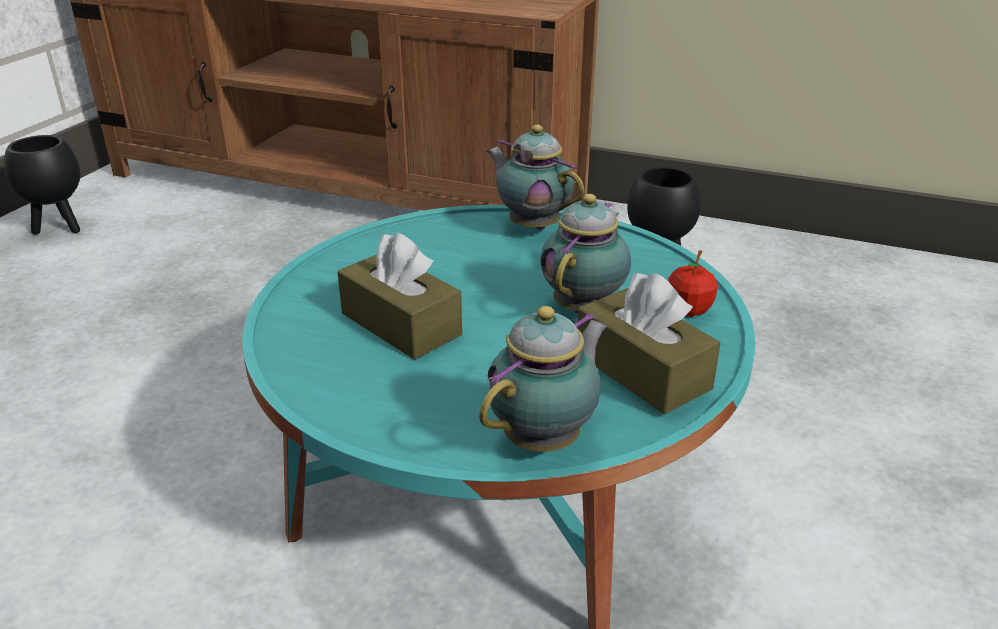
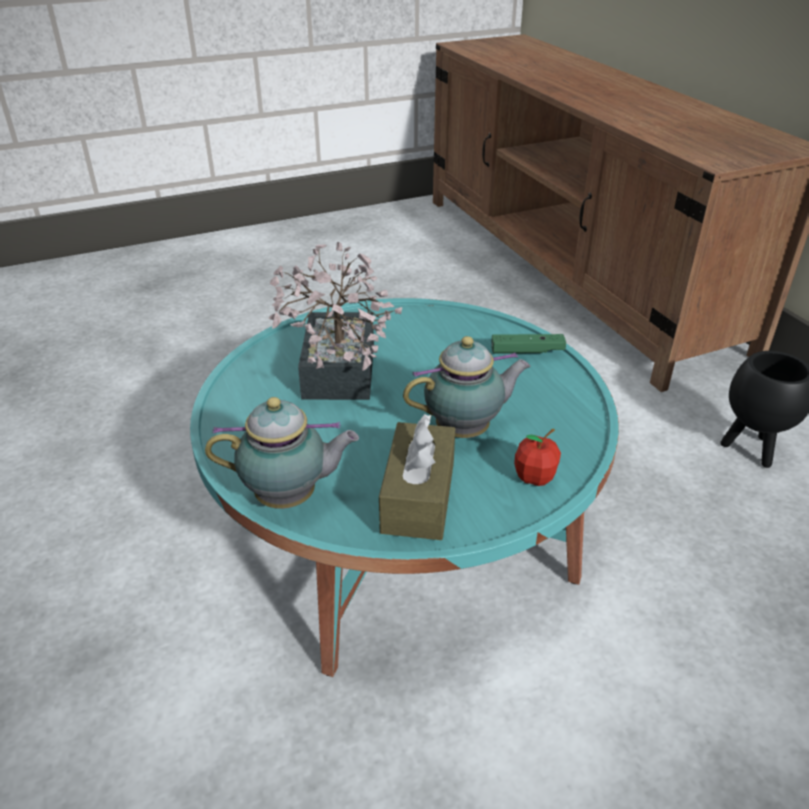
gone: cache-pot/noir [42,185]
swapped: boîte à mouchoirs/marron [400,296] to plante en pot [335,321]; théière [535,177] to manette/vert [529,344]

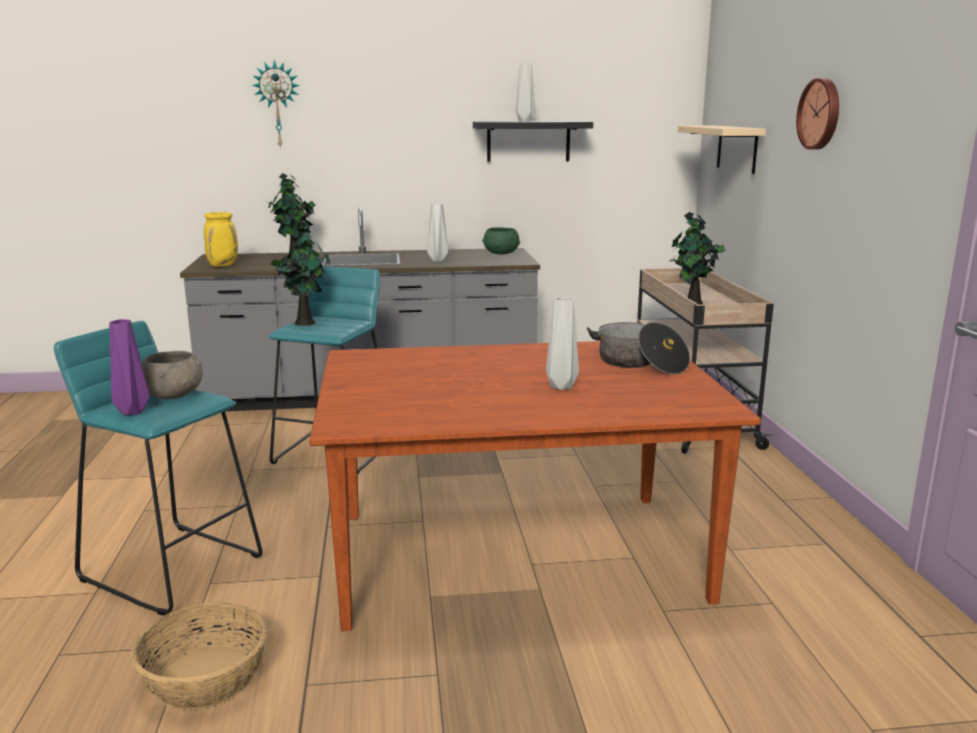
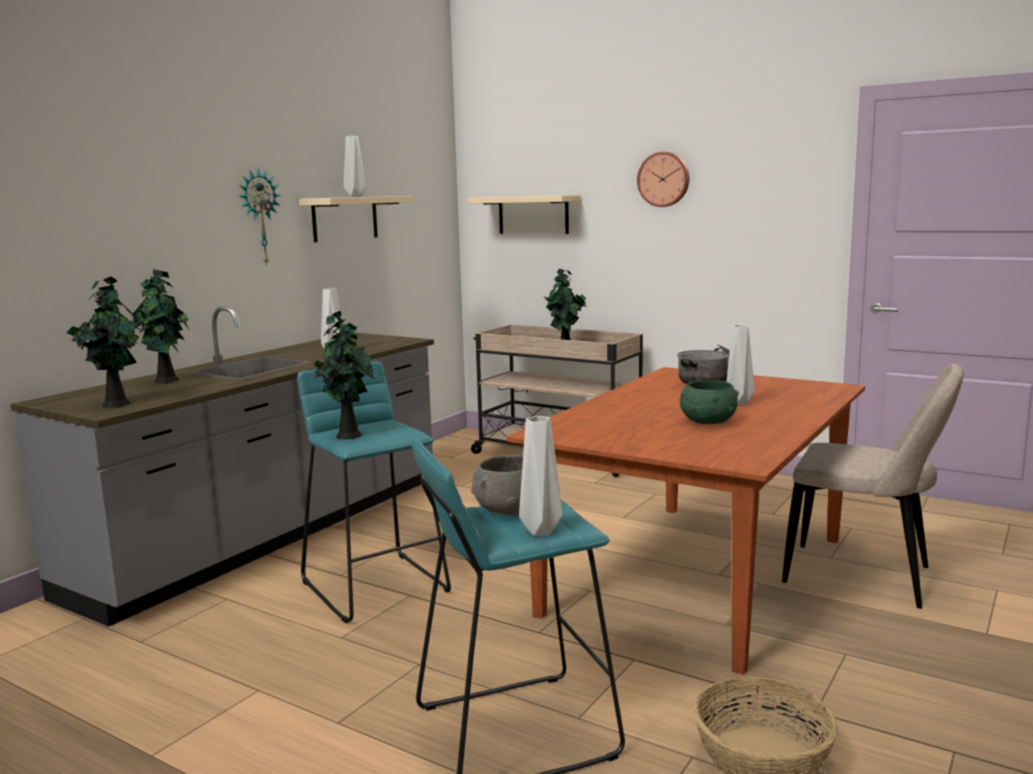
new: chaise/beige [873,486]
shifted: horloge murale [276,104] to [260,217]; bol/vert [501,240] to [709,402]
swapped: vase/jaune [221,239] to plante en pot [105,342]
repainted: étagère/noir [533,141] to étagère/beige [357,219]; vase/violet [129,367] to vase/gris [540,476]

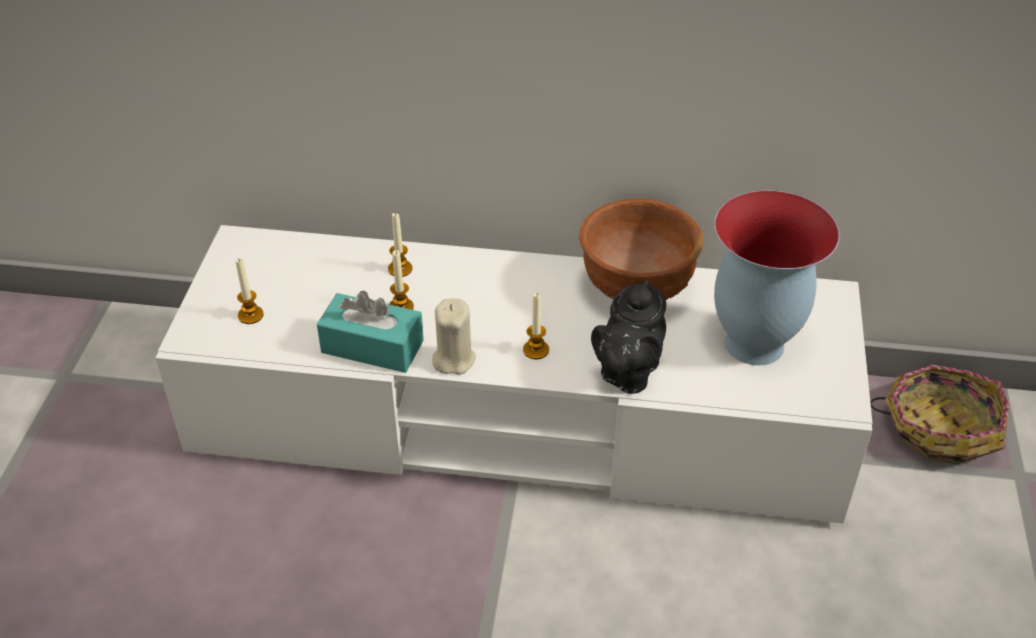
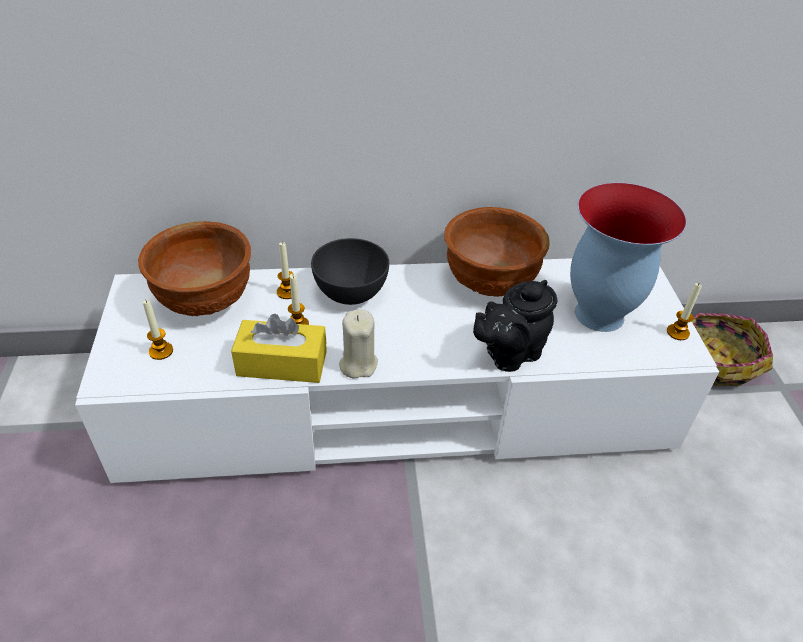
new: bol/marron [194,268]; bol/gris [350,271]
shifted: bougie [536,326] to [684,311]
repainted: boîte à mouchoirs/turquoise [370,332] to boîte à mouchoirs/jaune [279,348]
rotated: théière/noir [628,337] = [515,326] 45 degrees clockwise

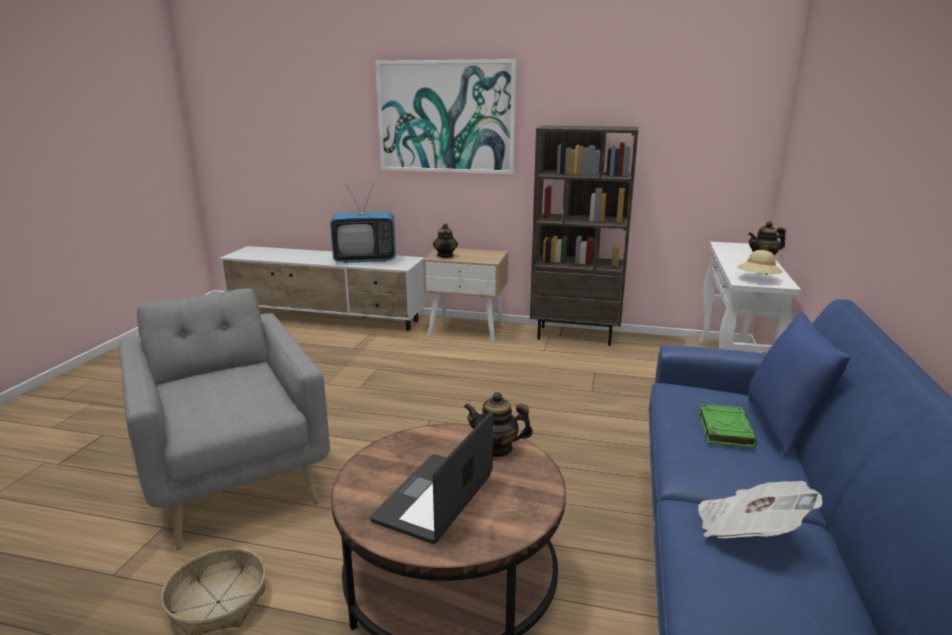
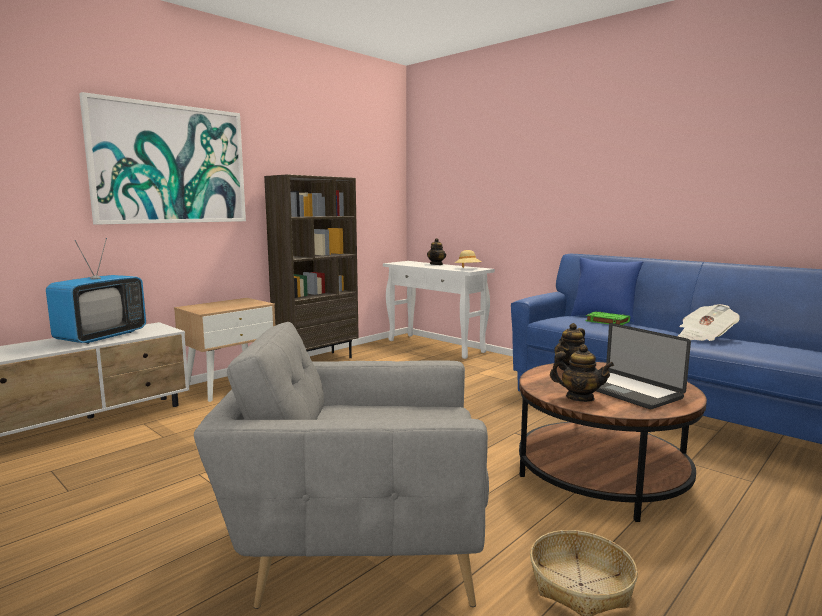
shifted: théière [445,240] to [582,373]

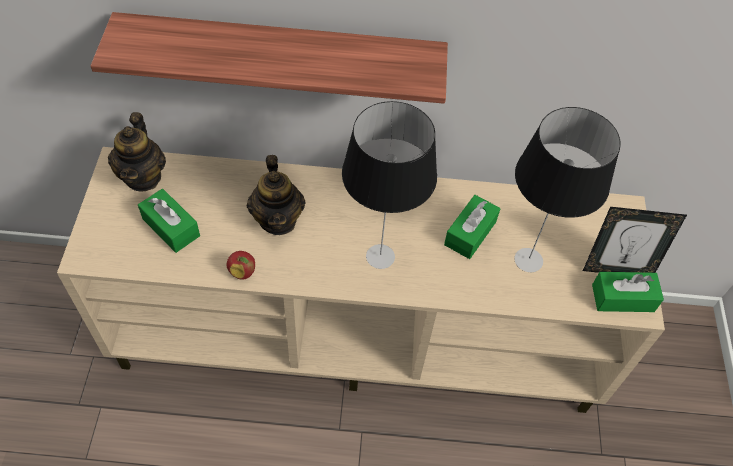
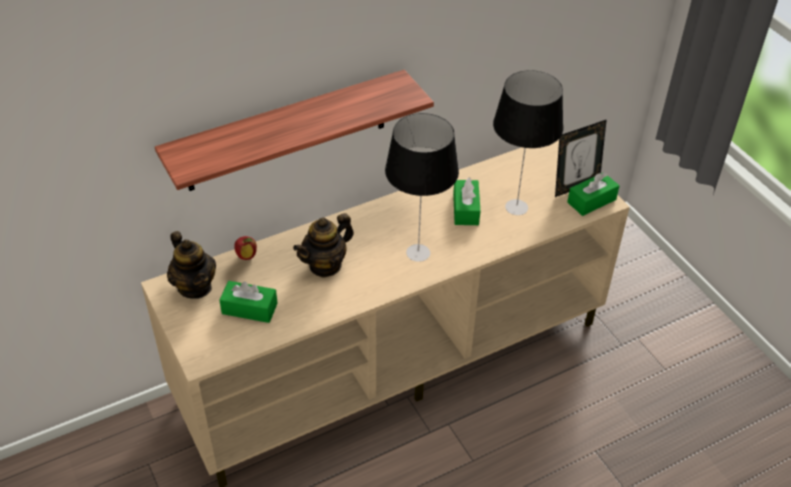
shifted: pomme [241,265] to [245,248]
rotated: théière [276,195] = [323,245] 90 degrees clockwise

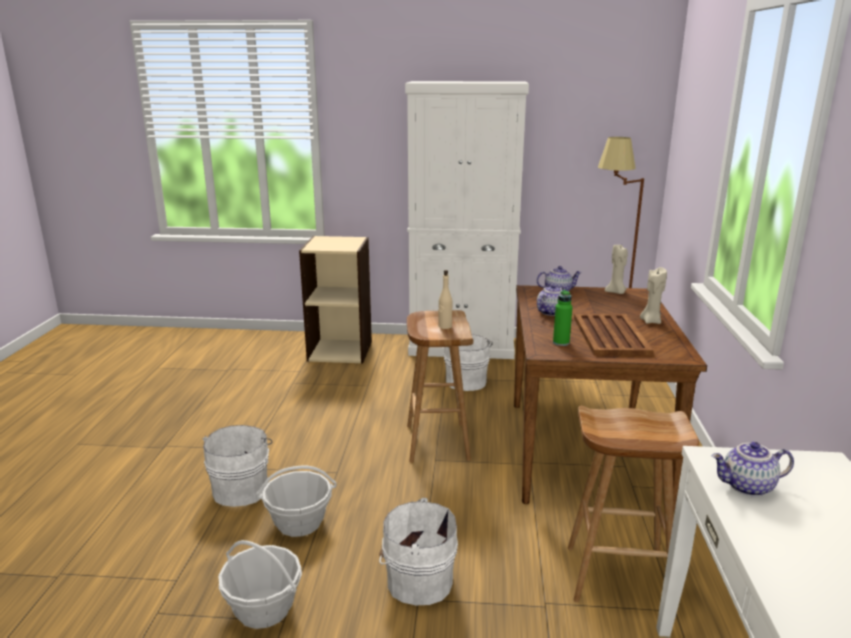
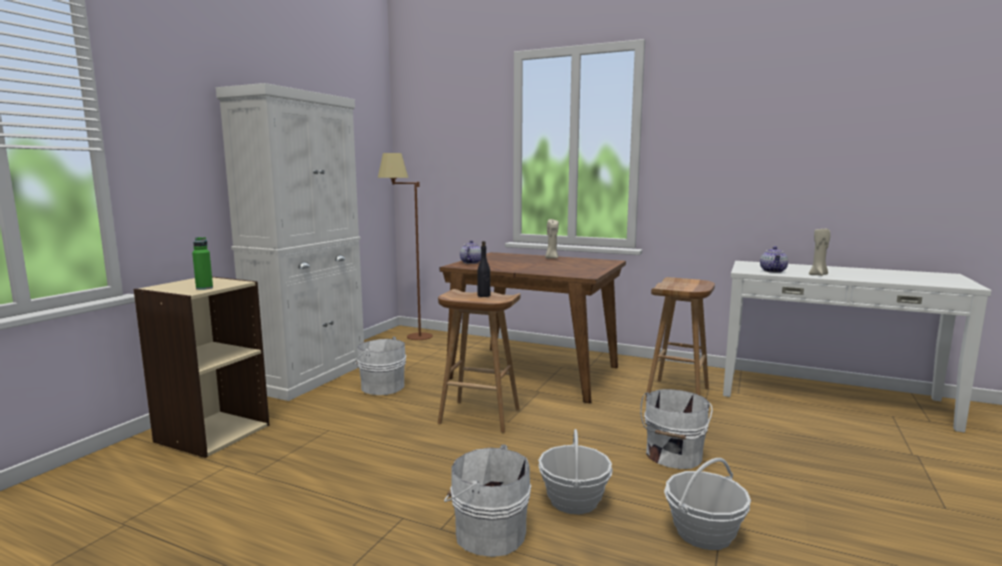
gone: théière [551,300]; plateau/marron [614,335]
shifted: bouteille/vert [562,318] to [202,263]; bougie/beige [616,269] to [820,252]
repainted: bouteille/beige [445,299] to bouteille/noir [483,269]

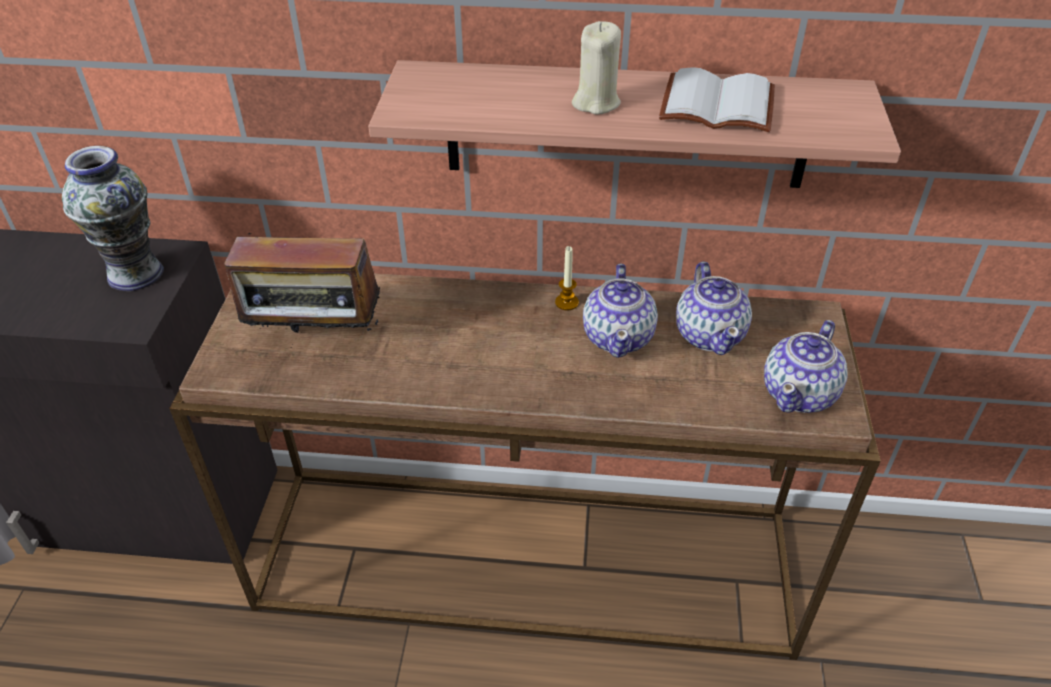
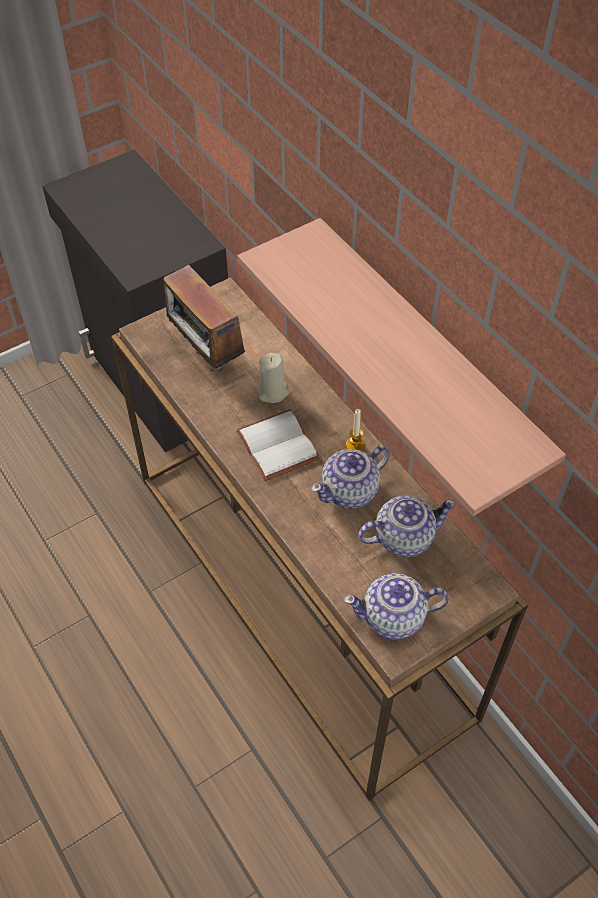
gone: vase [113,218]
shifted: livre/blanc [717,99] to [278,445]; bougie/beige [596,68] to [273,378]
rotated: théière [714,308] = [407,526] 150 degrees counterclockwise

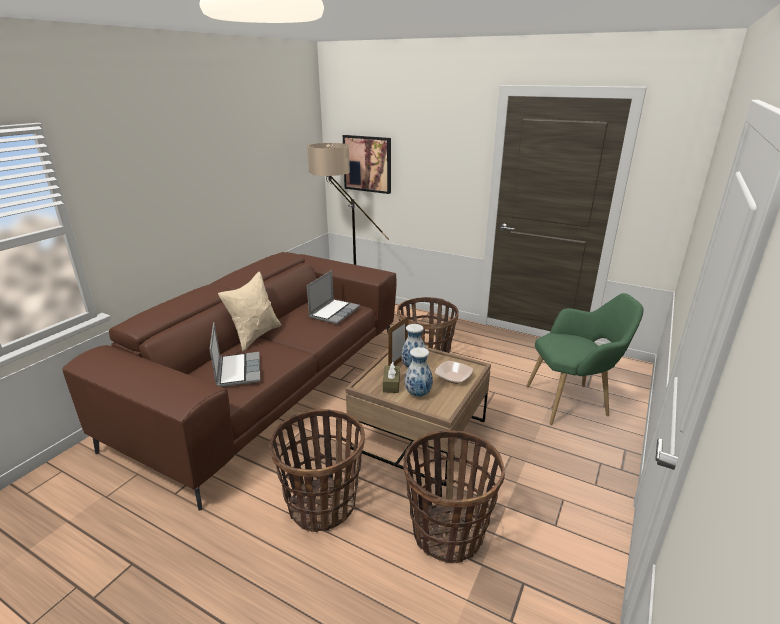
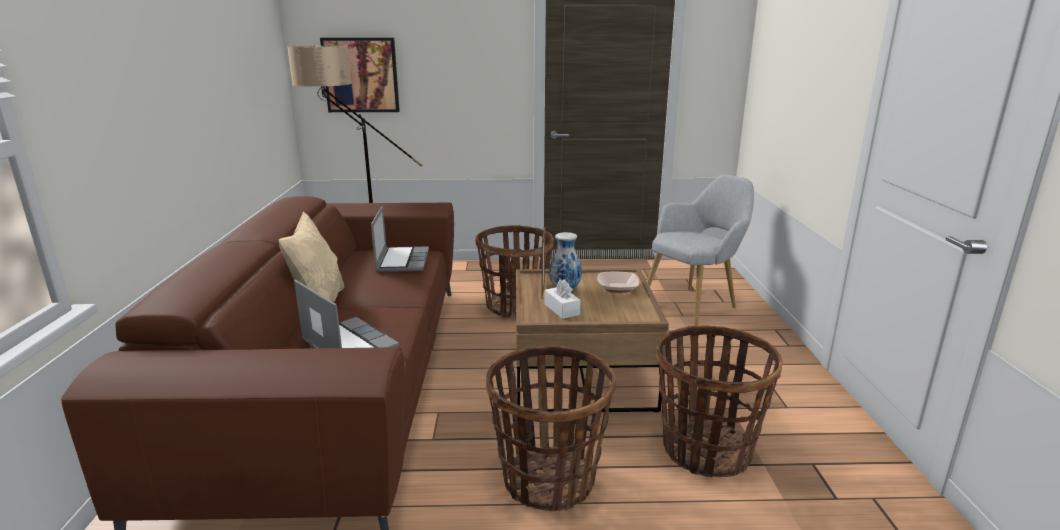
gone: vase [419,372]
repainted: boîte à mouchoirs/marron [391,377] to boîte à mouchoirs/blanc [562,299]; fauteuil/vert [585,359] to fauteuil/gris [700,250]

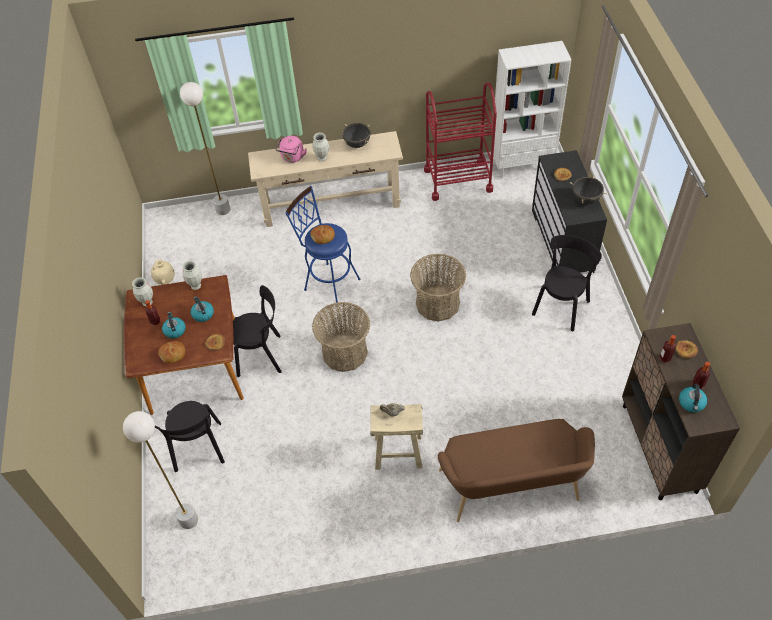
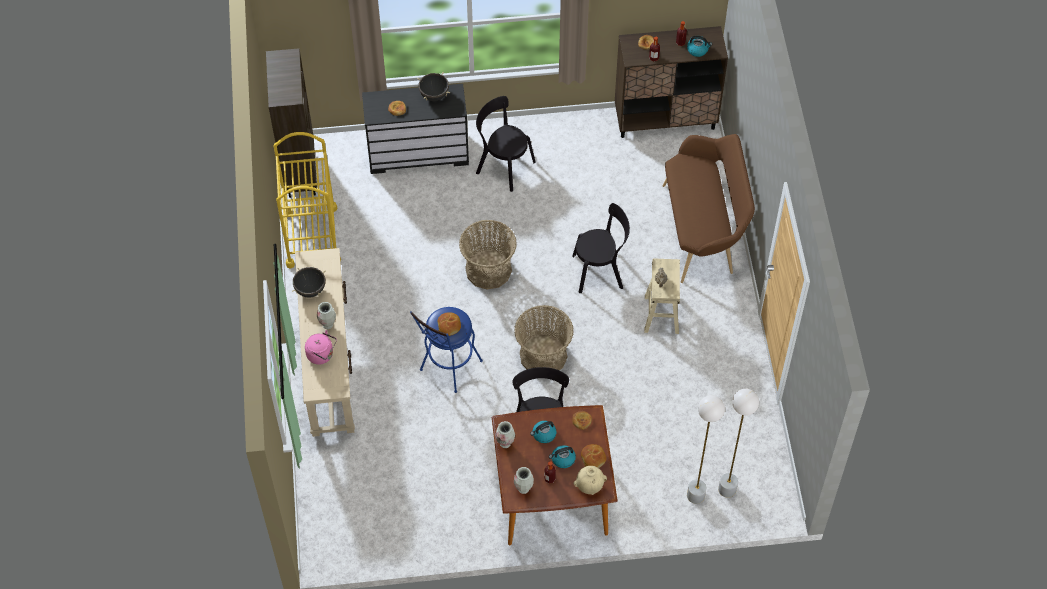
shifted: chaise/noir [190,436] to [601,248]; vase/beige [163,272] to [590,480]; lampadaire/blanc [205,148] to [706,449]
repainted: bibliothèque/blanc [532,109] to bibliothèque/marron [291,123]; chariot/rouge [460,141] to chariot/jaune [307,200]

